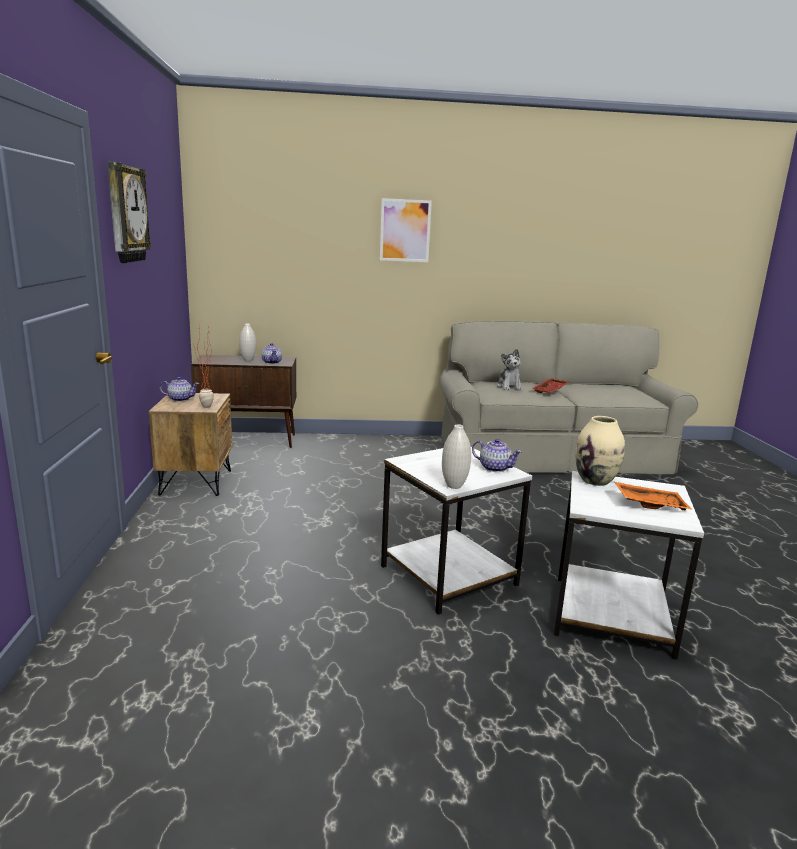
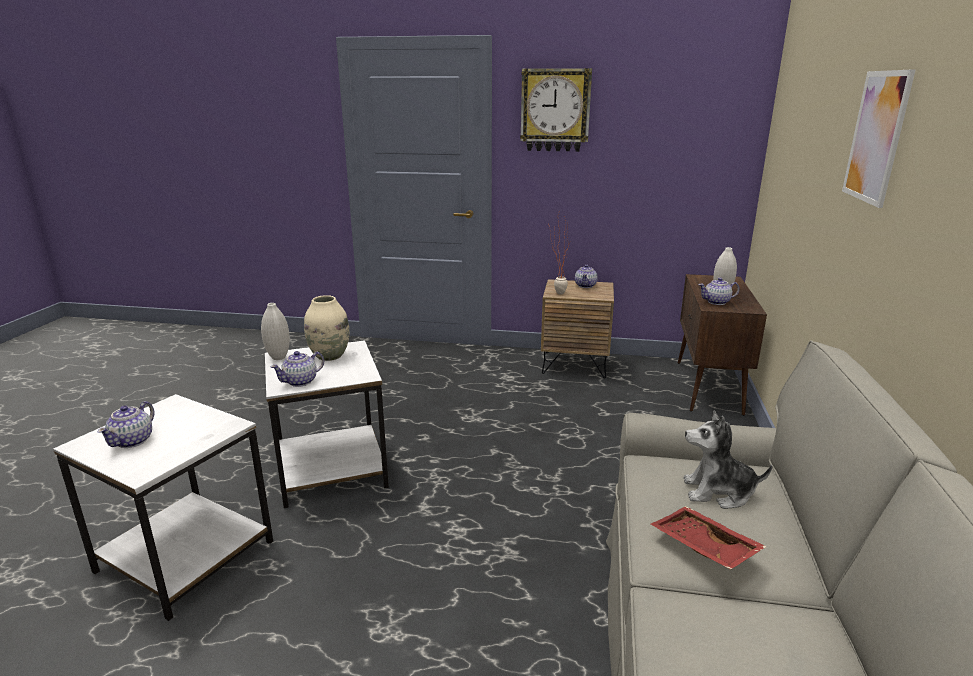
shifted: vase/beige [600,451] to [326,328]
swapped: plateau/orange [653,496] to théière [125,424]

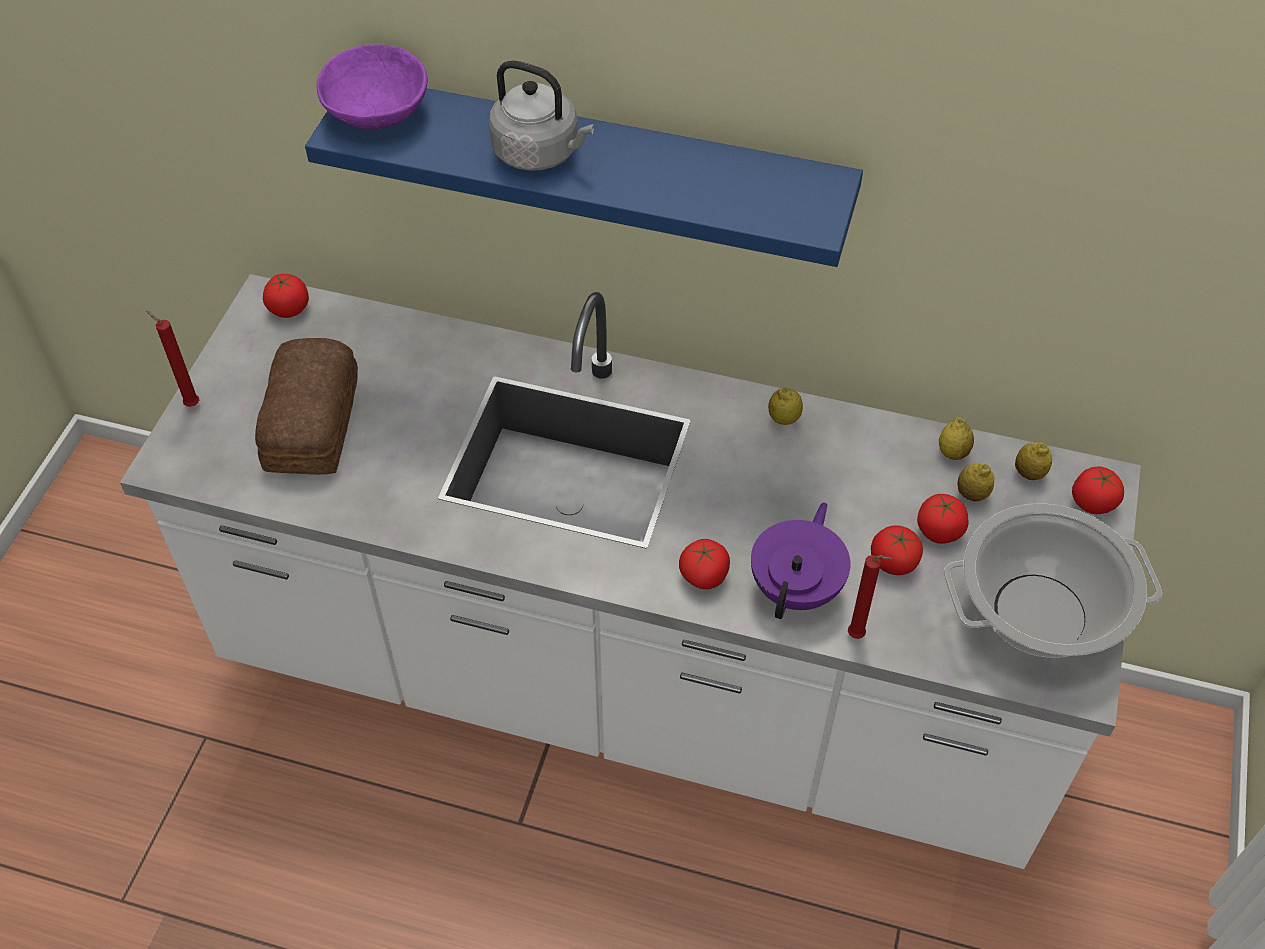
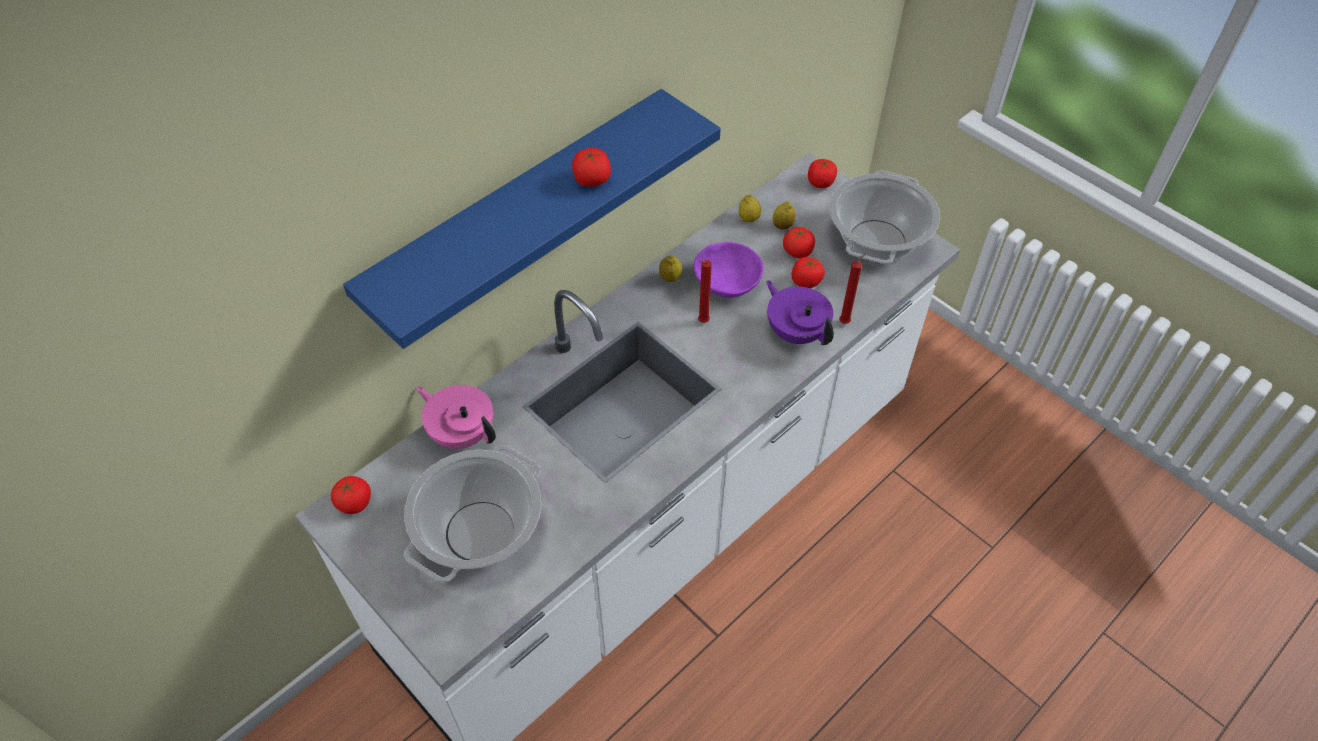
gone: bouilloire/gris [541,116]; citron [1033,461]
new: théière/rose [456,417]
shifted: tomate [704,564] to [591,167]; bol/violet [371,87] to [729,270]; bougie/rouge [172,359] to [705,291]
swapped: pain [306,406] to marmite [472,513]

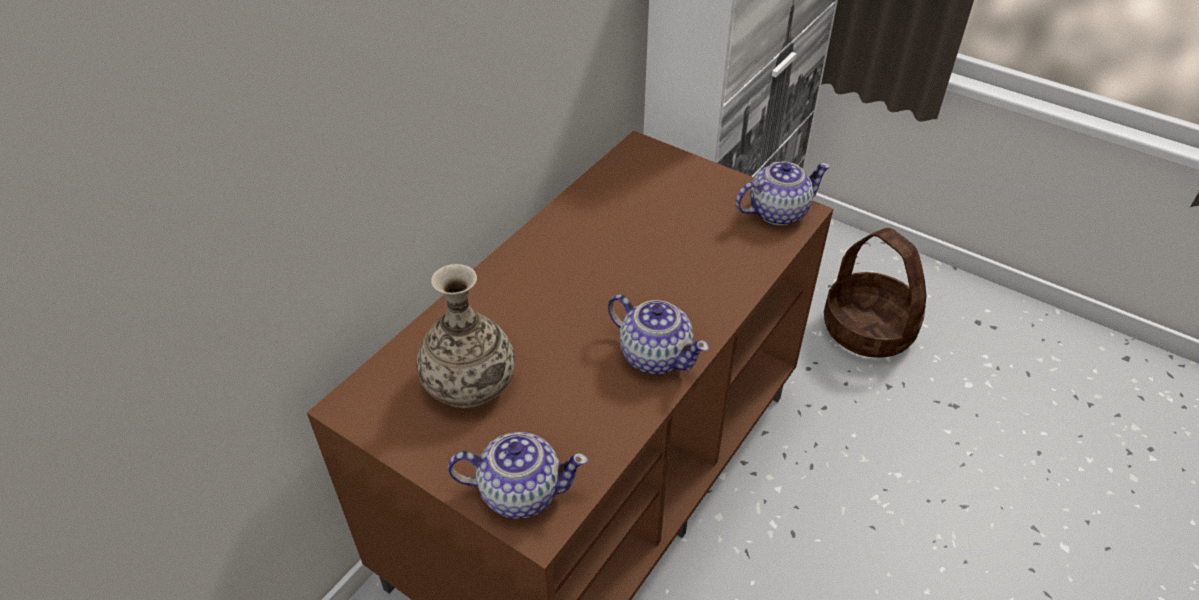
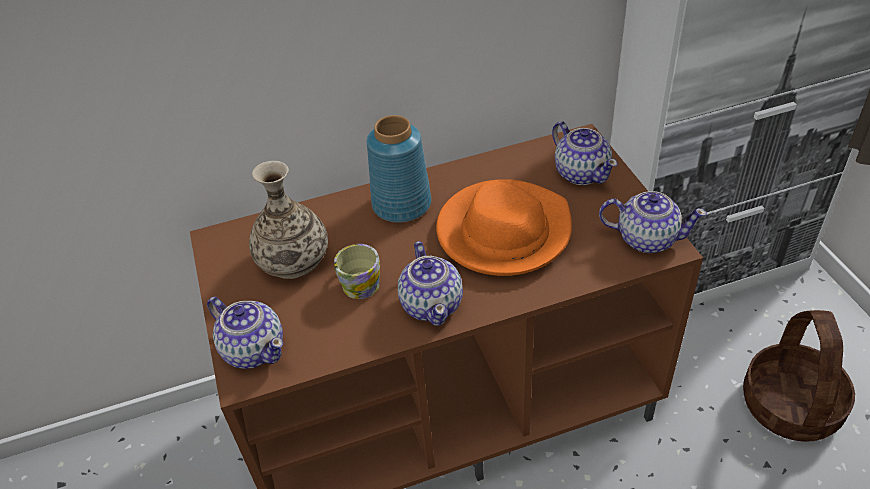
new: mug [357,271]; vase/bleu [399,169]; chapeau/orange [504,227]; théière [585,153]

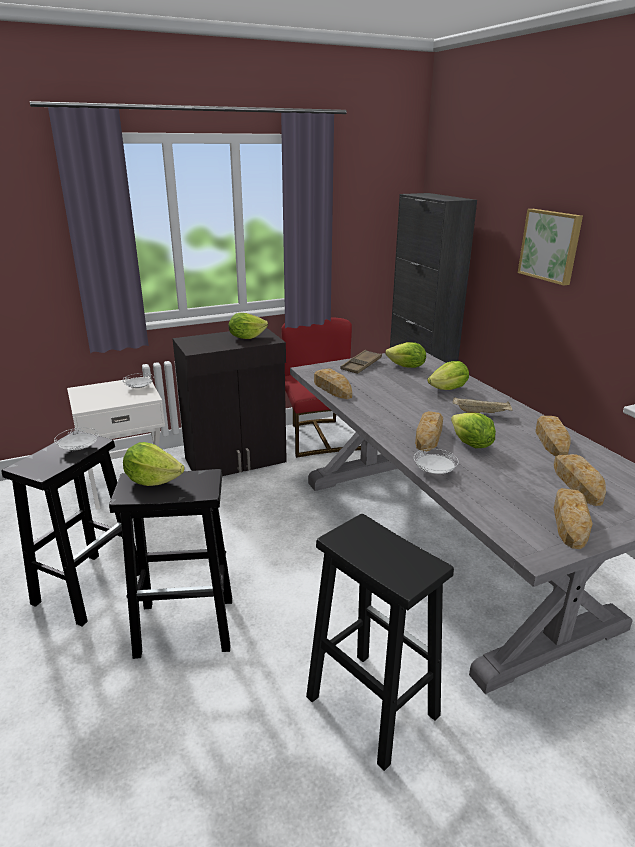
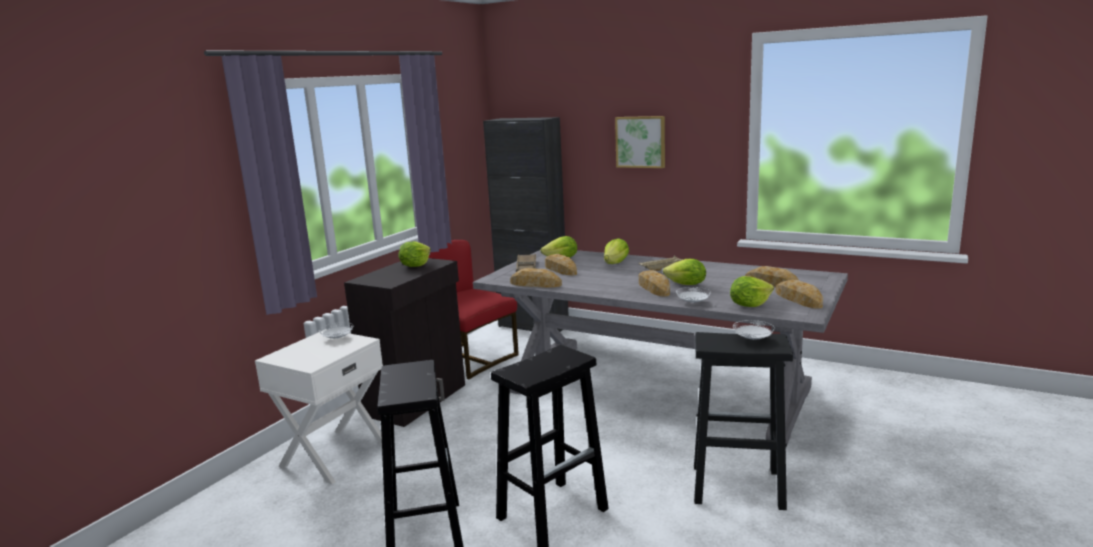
shifted: pain [553,436] to [561,265]; laitue [154,464] to [752,291]; assiette/blanc [76,439] to [754,330]

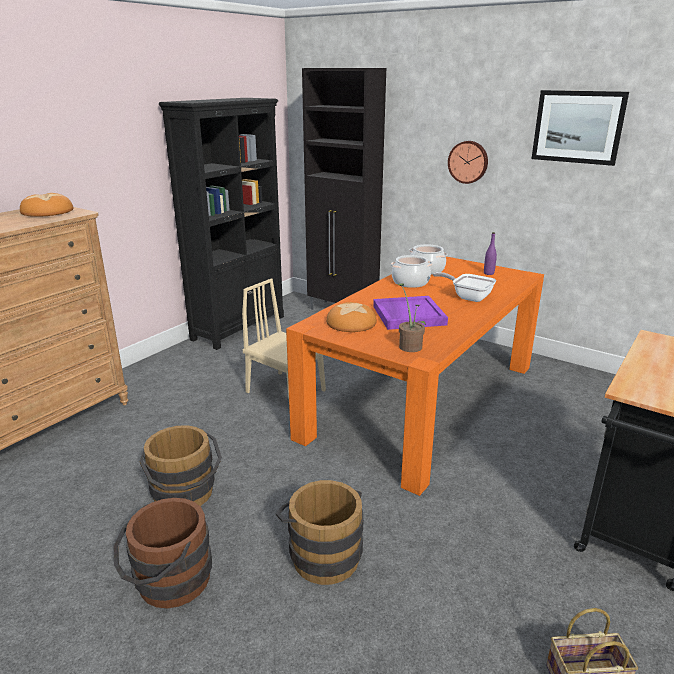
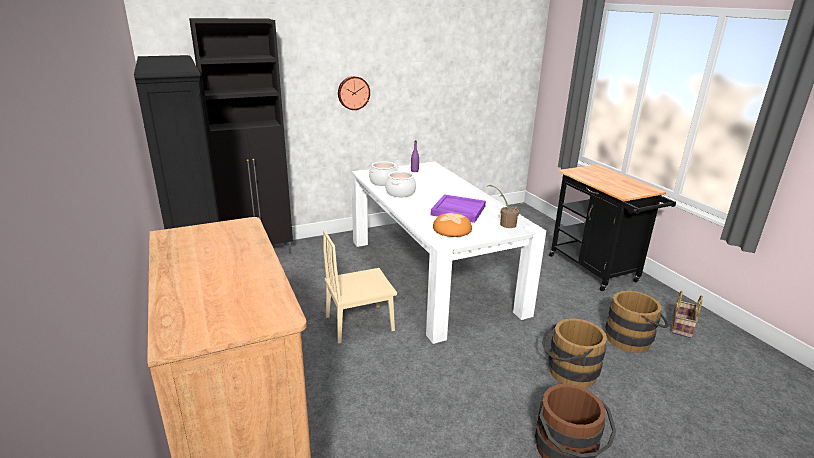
gone: pain [47,205]; poêle [465,287]; tableau [580,128]
shifted: seau/marron [180,465] to [637,322]
repainted: table à manger/orange [415,376] to table à manger/blanc [448,253]

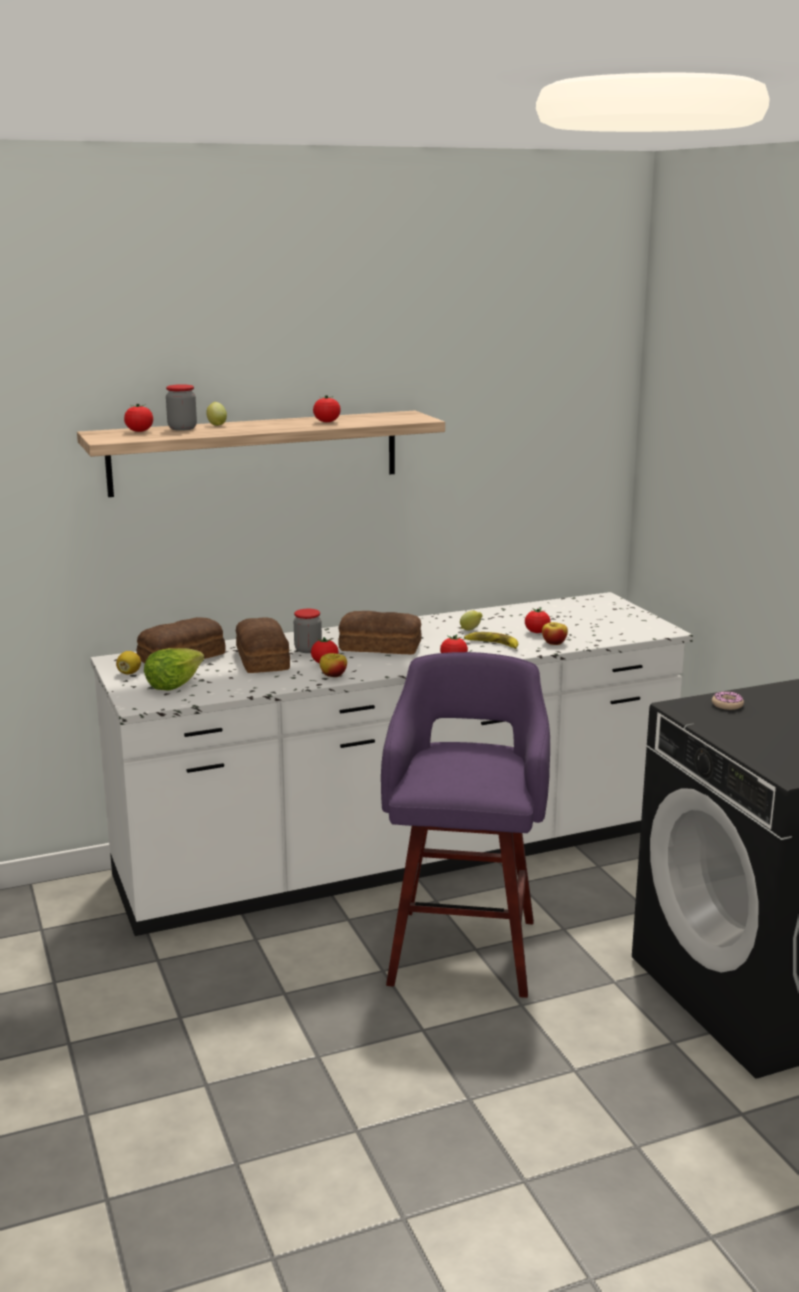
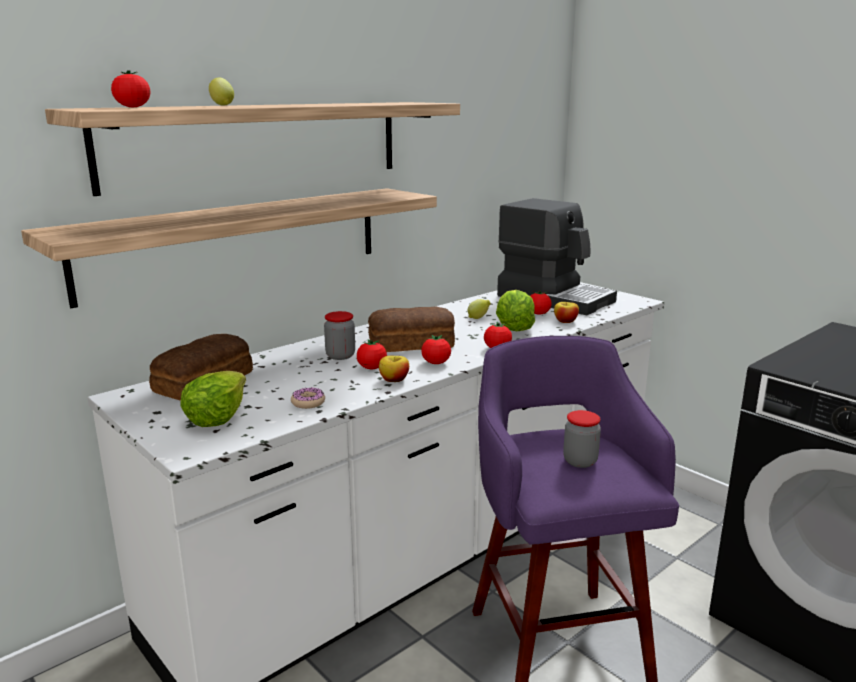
gone: citron [128,662]; pain [263,645]
new: étagère [229,248]; machine à café [557,256]
shifted: beignet [728,701] to [308,398]; tomate [327,408] to [436,349]; bocal [181,407] to [582,439]
swapped: banane [491,640] to laitue [515,310]

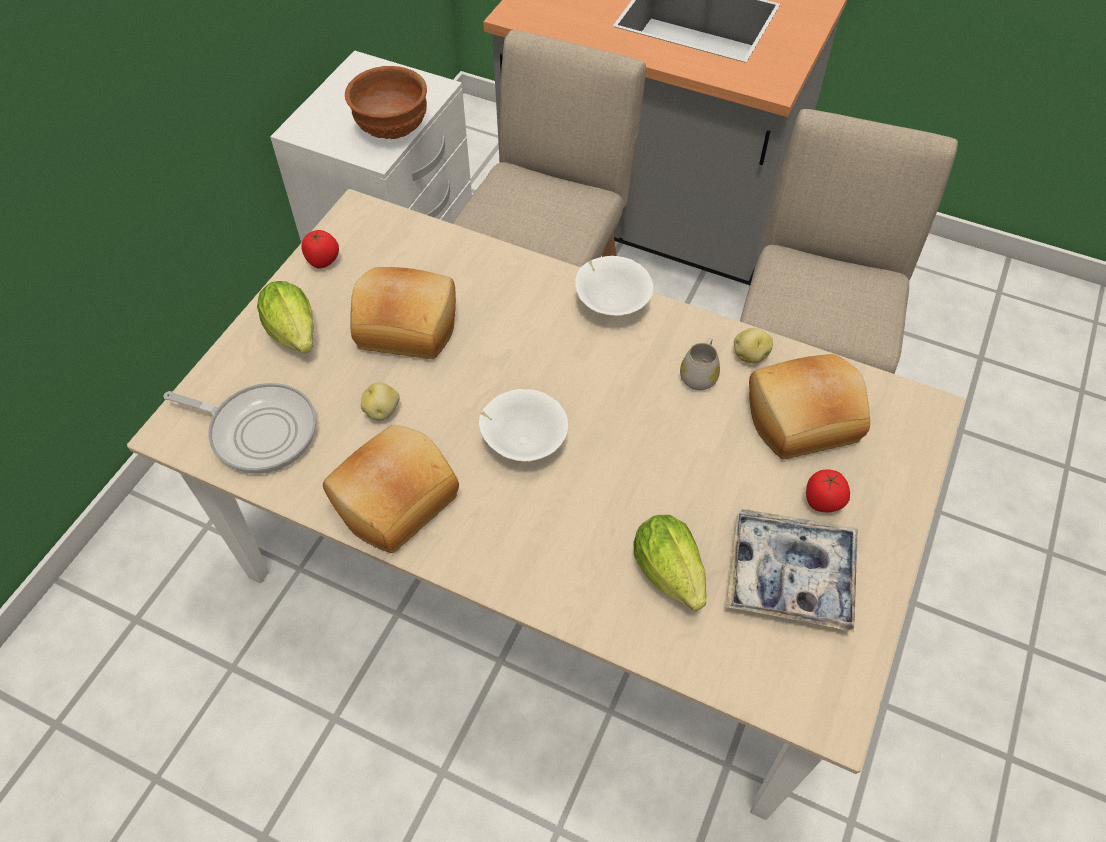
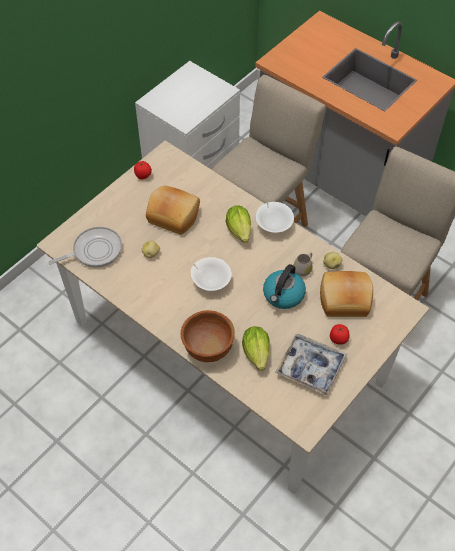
gone: pain [391,489]
new: bouilloire [284,286]
shifted: bol/marron [386,102] to [207,336]; laitue [285,317] to [238,224]
rotated: poêle [240,428] = [85,247] 60 degrees counterclockwise

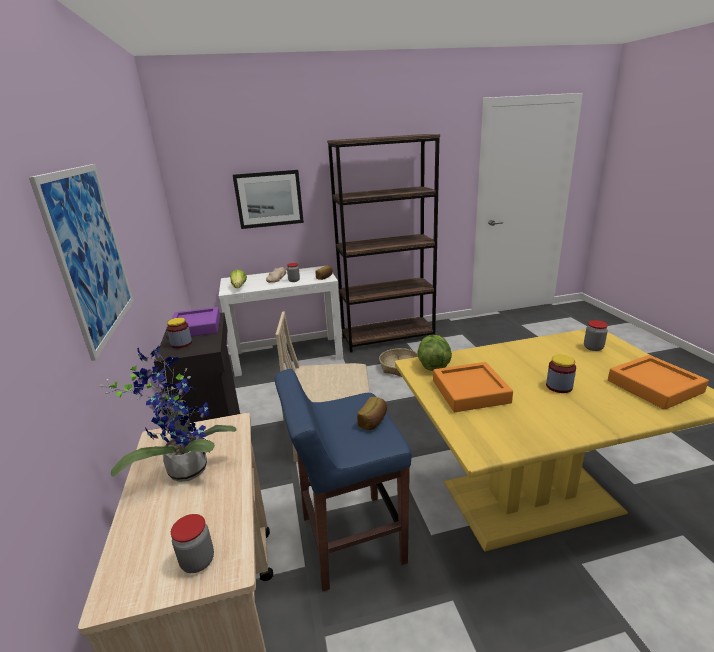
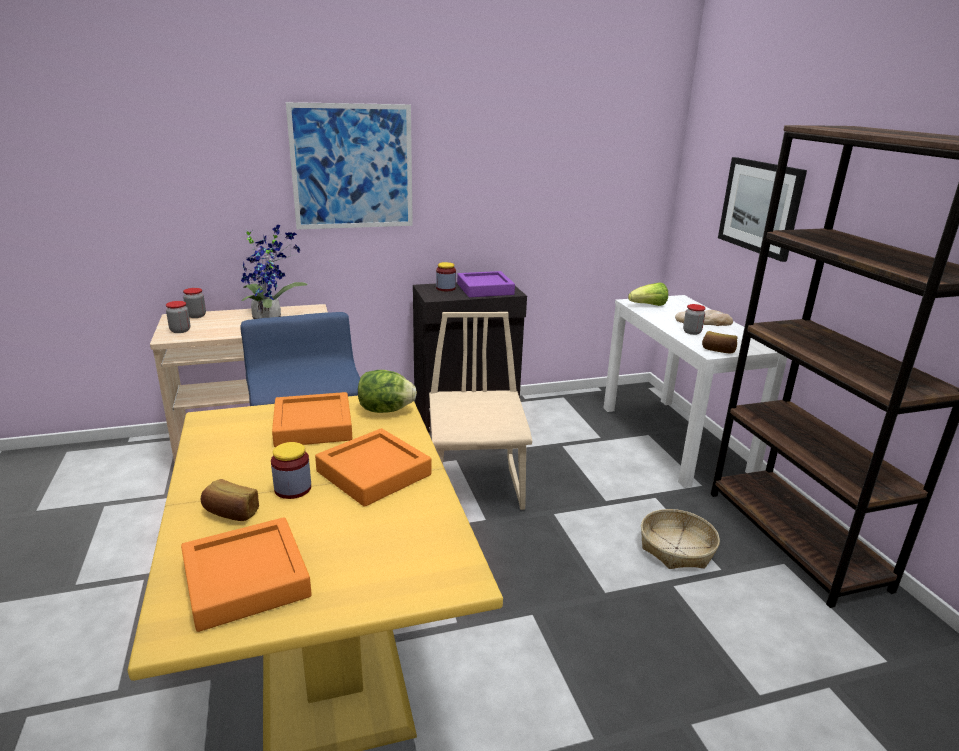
new: plateau/orange [373,467]
shifted: bocal [596,335] to [194,303]; pain [372,413] to [230,500]

